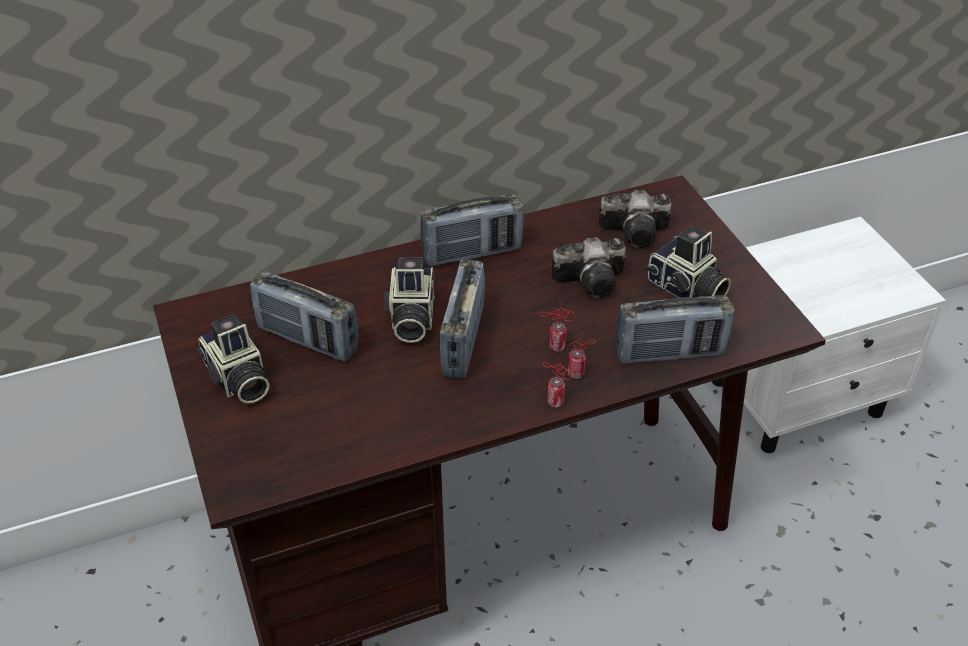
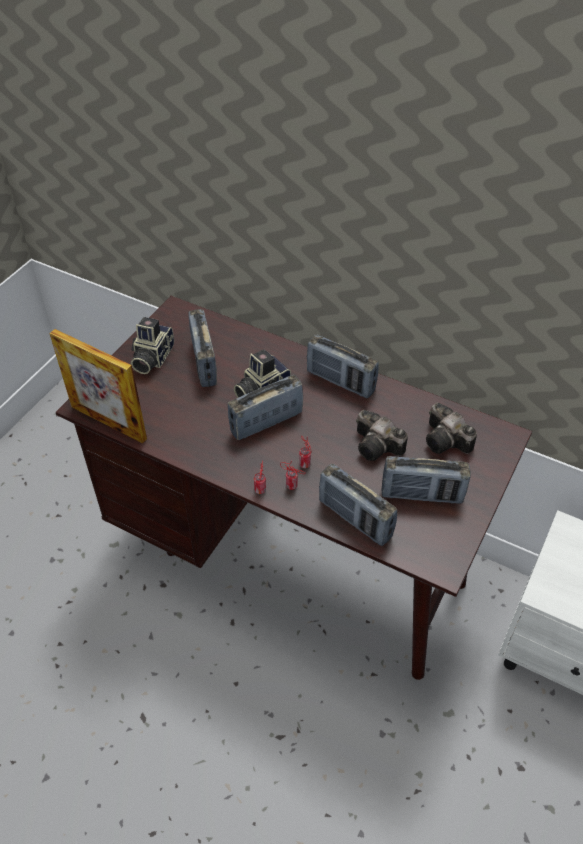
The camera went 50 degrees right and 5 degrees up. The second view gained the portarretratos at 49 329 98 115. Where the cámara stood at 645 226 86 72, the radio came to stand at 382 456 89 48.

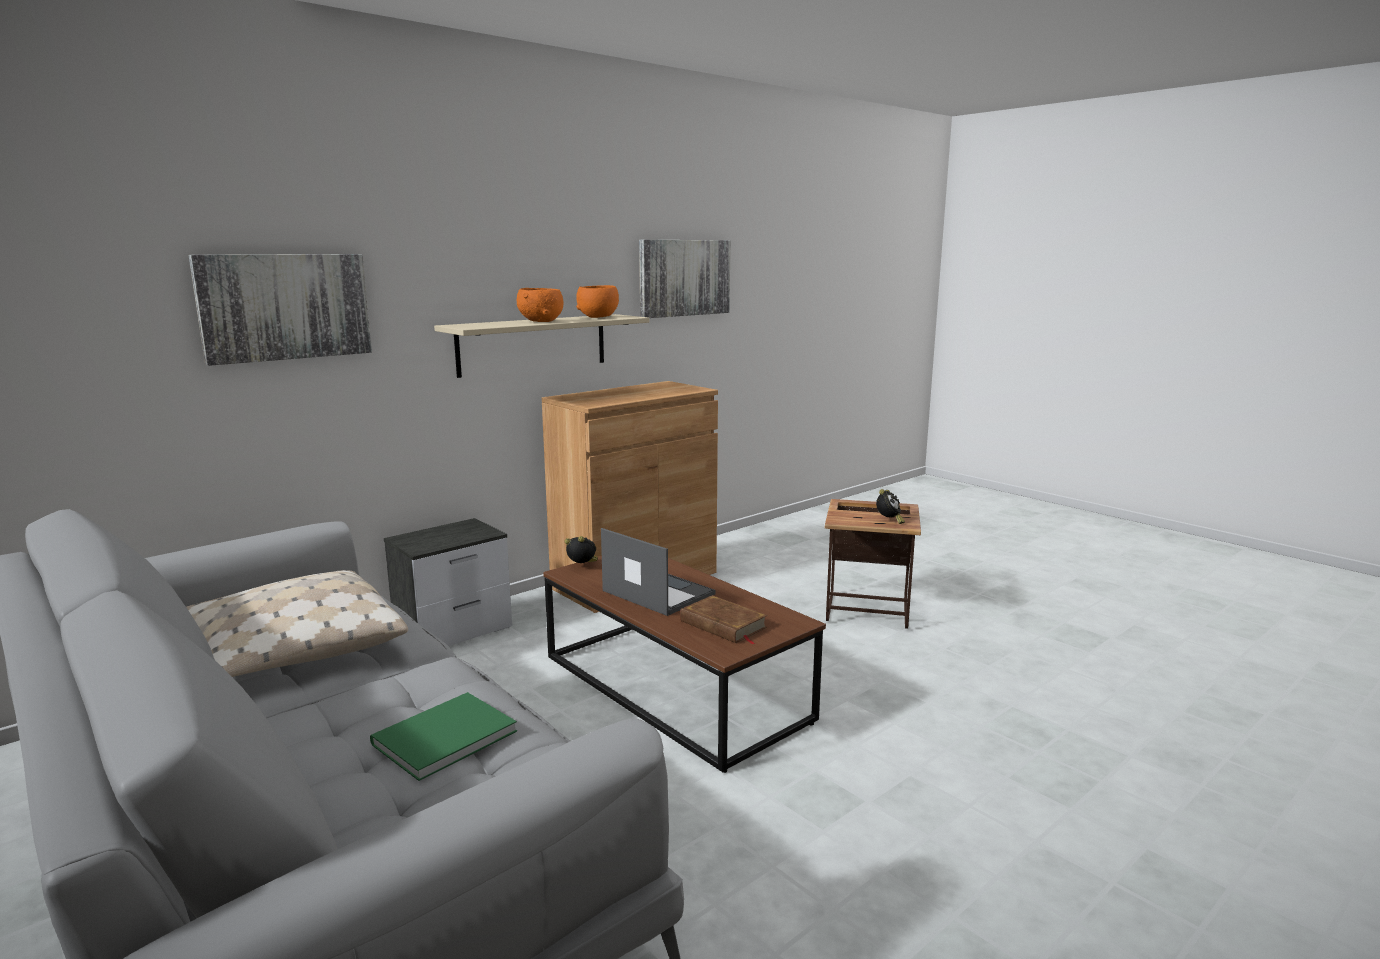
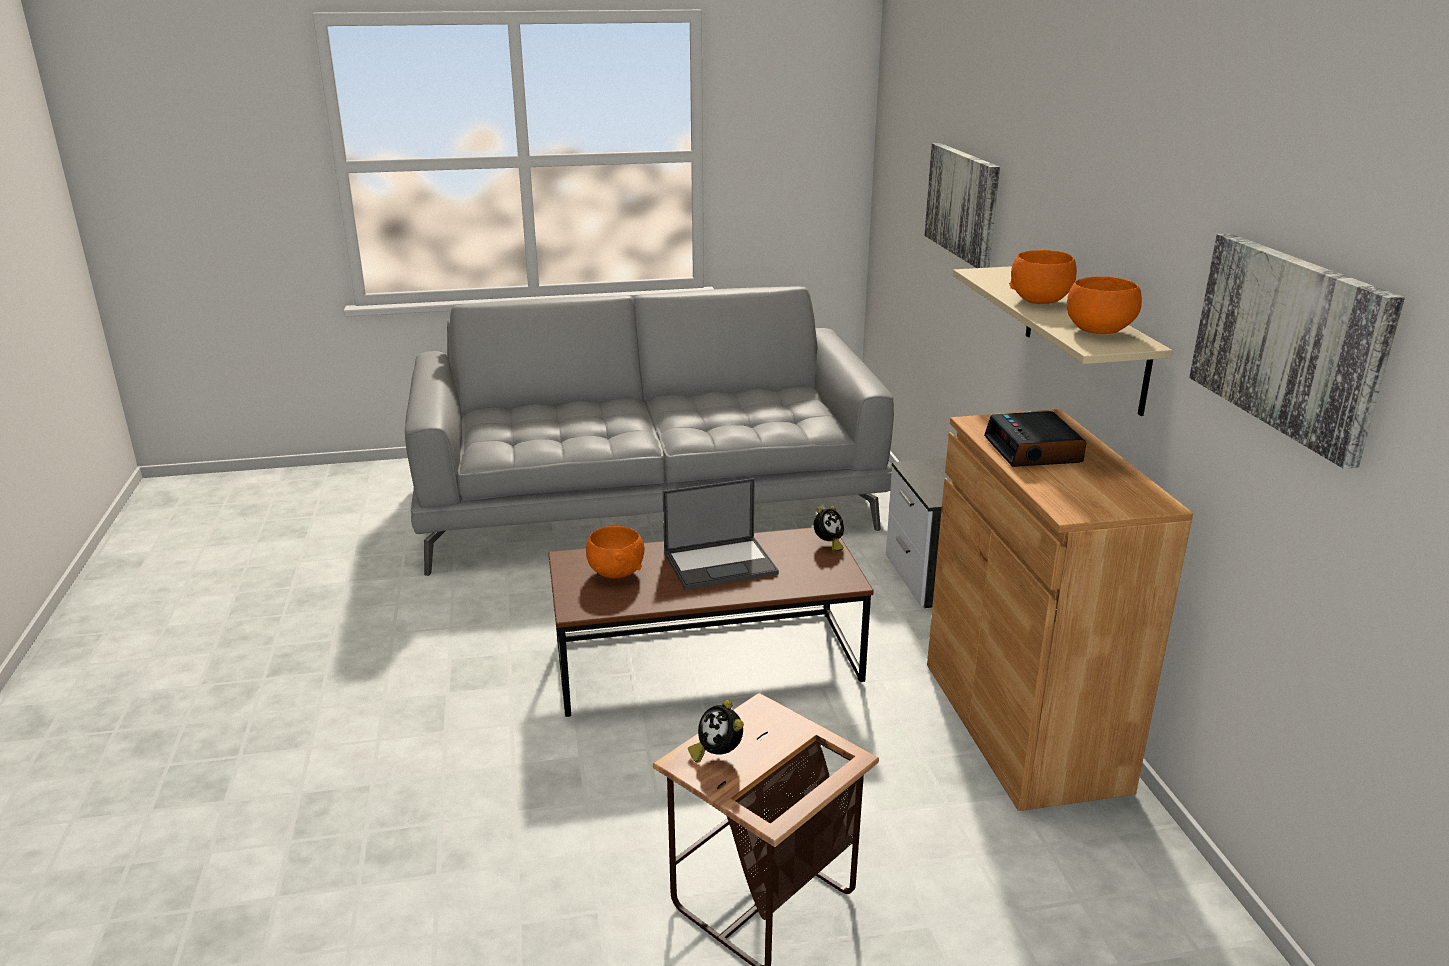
The camera went 120 degrees right and 10 degrees up. The second view lost the cojín/beis at 186 570 222 107. The second view lost the libro/verde at 370 692 147 89. The second view gained the despertador at 984 411 102 56. Where the libro/marrón stood at 680 595 88 49, the cuenco/naranja came to stand at 586 526 59 53.

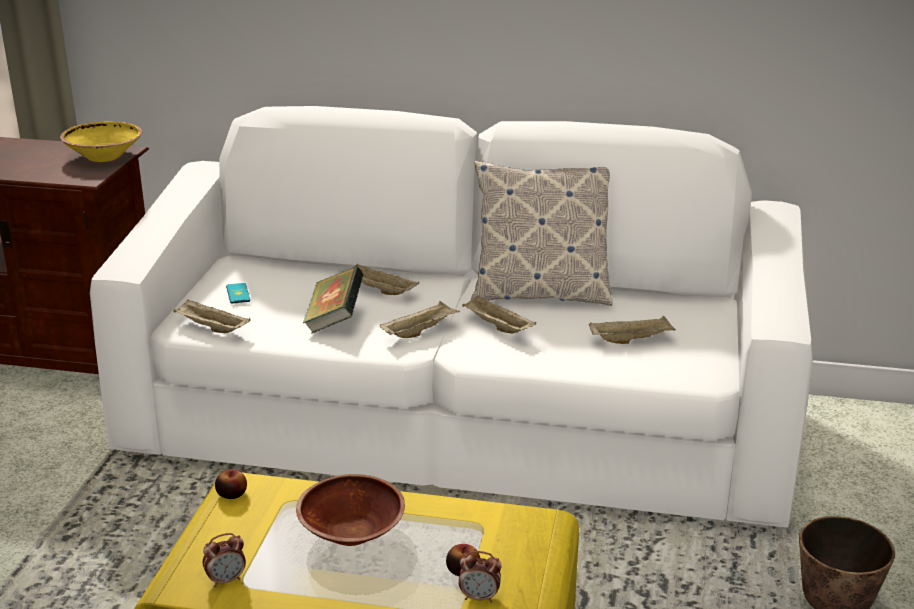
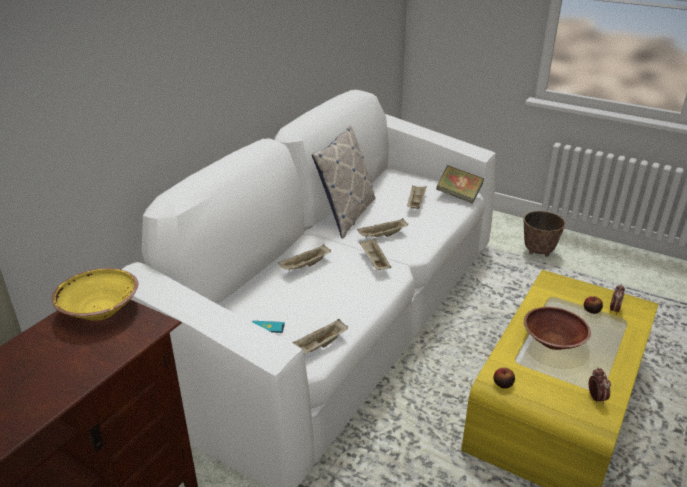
The camera went 70 degrees left and 5 degrees up. The libro ended up elsewhere, having gone from 303 267 60 67 to 436 165 48 39.

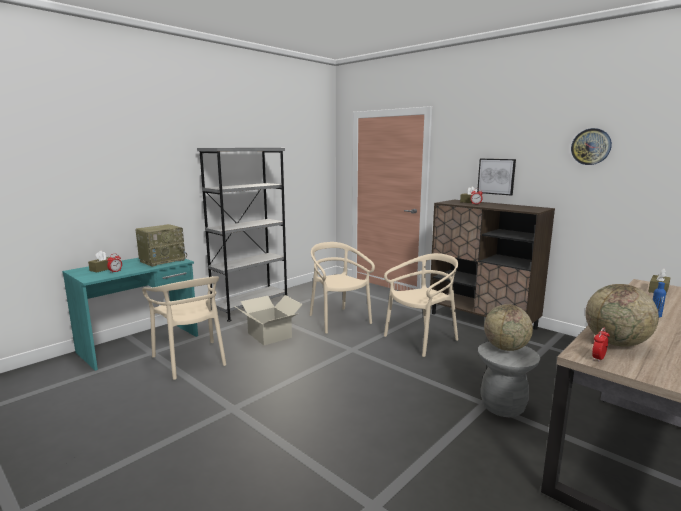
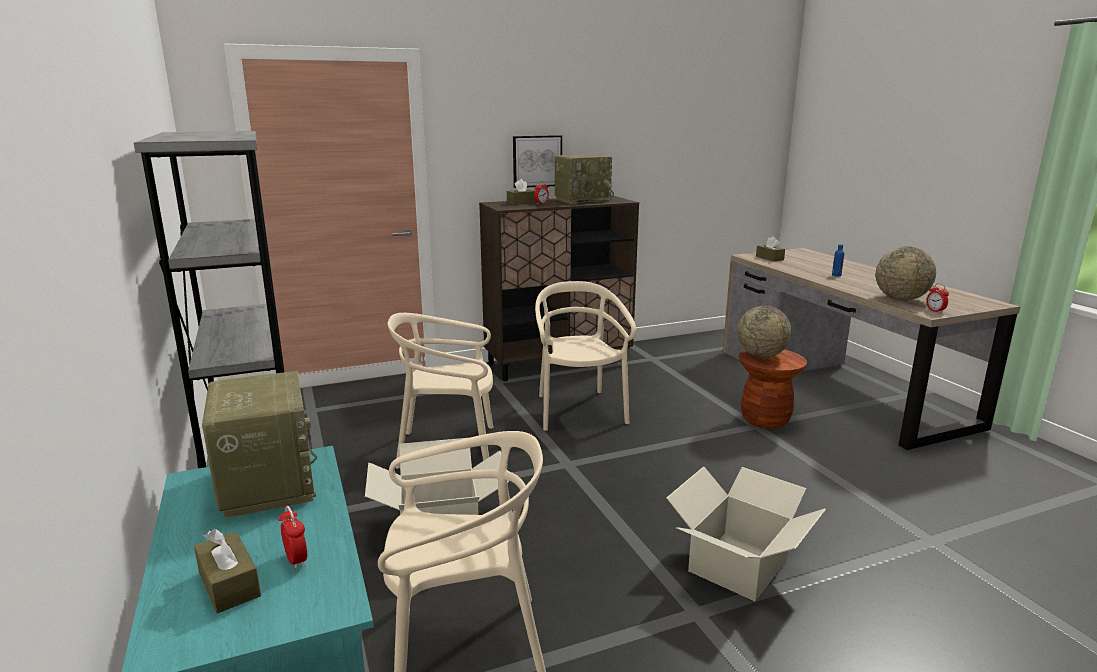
The camera went 65 degrees left and 5 degrees up. The second view lost the reloj de pared at 571 128 41 37. The second view gained the radio at 555 154 59 50. The second view gained the caja de cartón at 666 466 160 135. What was the taburete/gris at 478 341 62 76 turned into the taburete/marrón at 738 350 69 79.

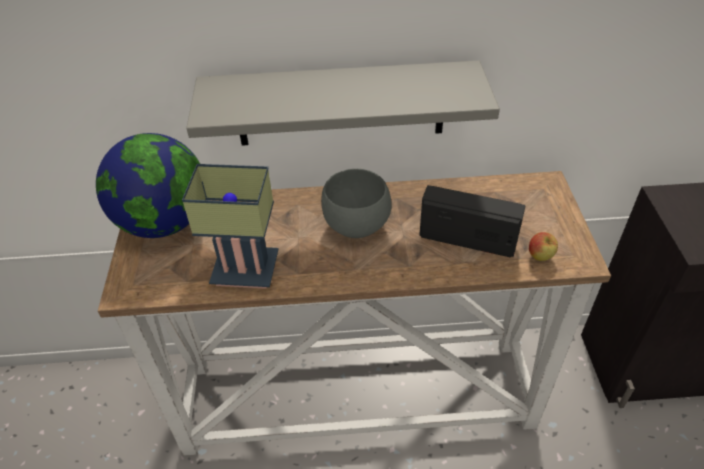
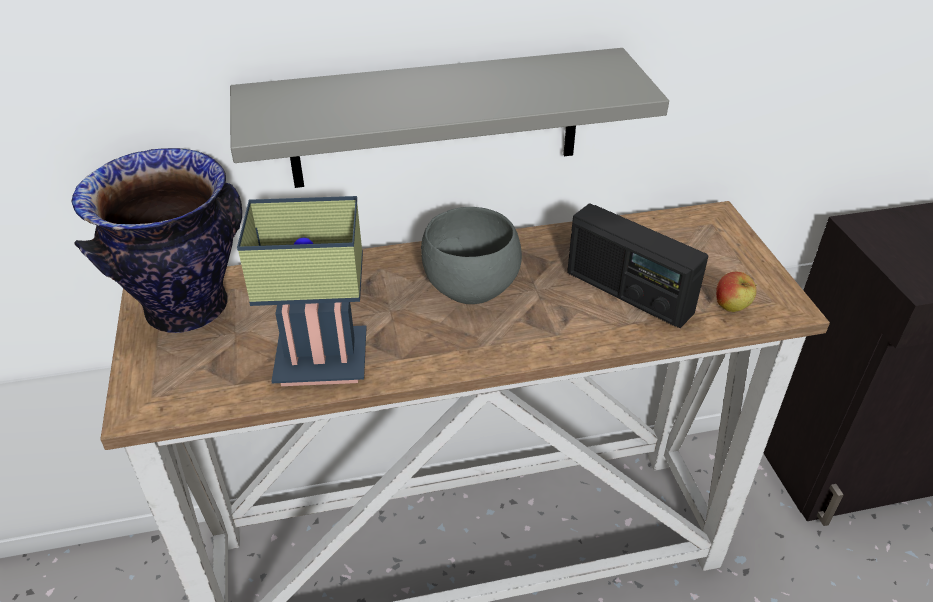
The camera went 10 degrees left and 5 degrees down. Where the globo terráqueo stood at 96 133 104 105, the florero came to stand at 72 148 170 185. The radio at 419 185 106 73 ended up facing another way, 150 degrees counterclockwise from before.

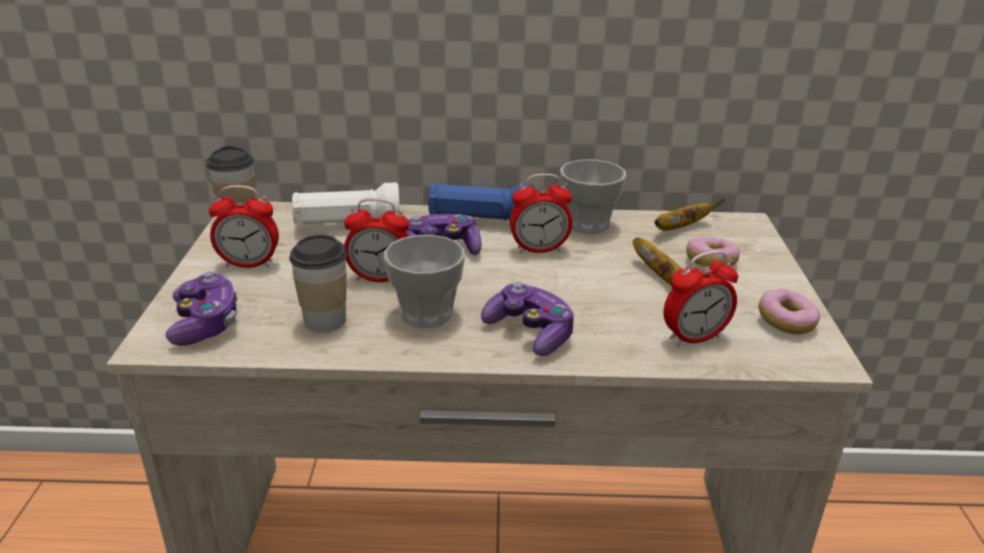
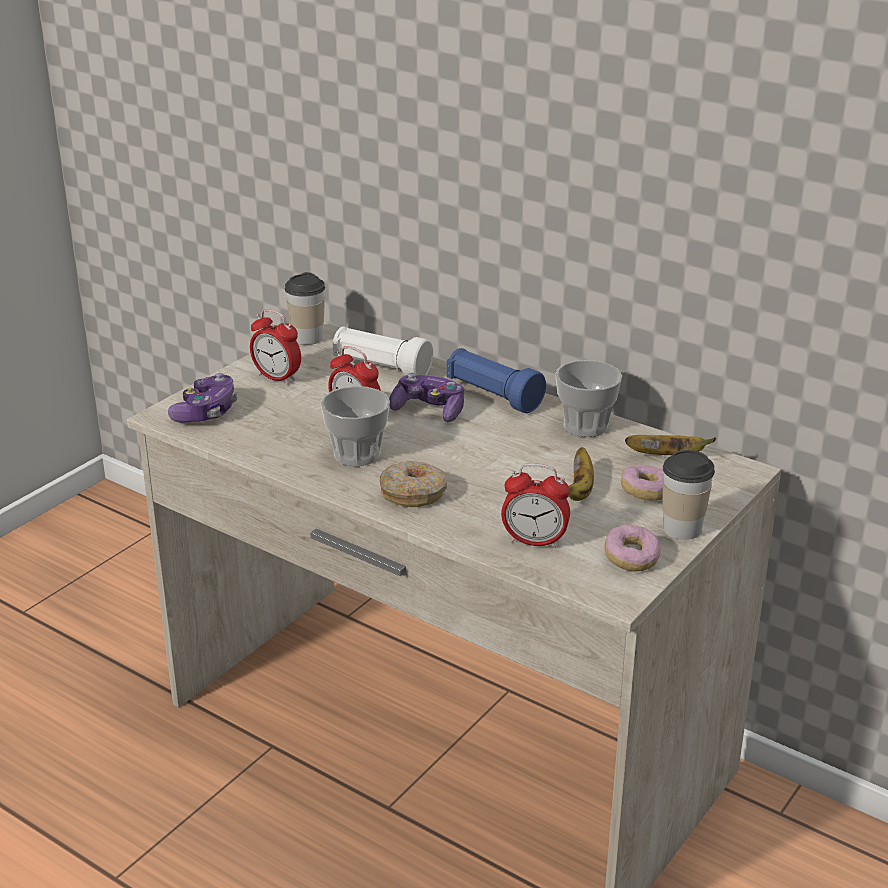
The camera went 35 degrees right and 0 degrees up. The second view lost the despertador at 510 174 62 80. The taza ended up elsewhere, having gone from 289 235 58 98 to 663 450 52 90. Where the mando de consola stood at 481 282 93 74, the rosquilla came to stand at 380 461 68 46.

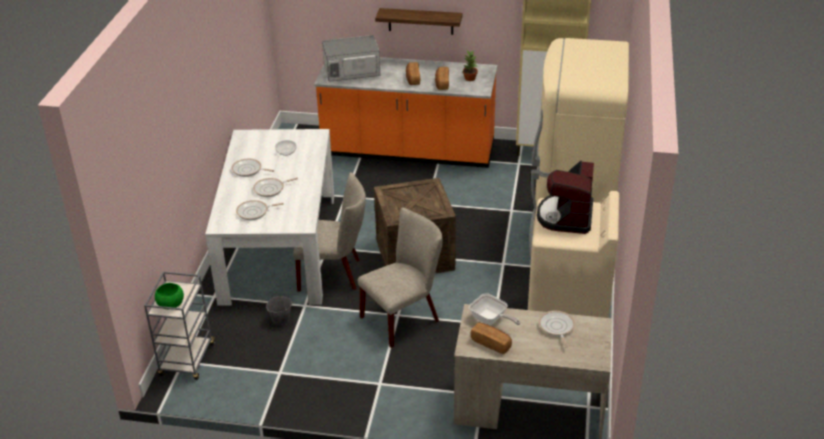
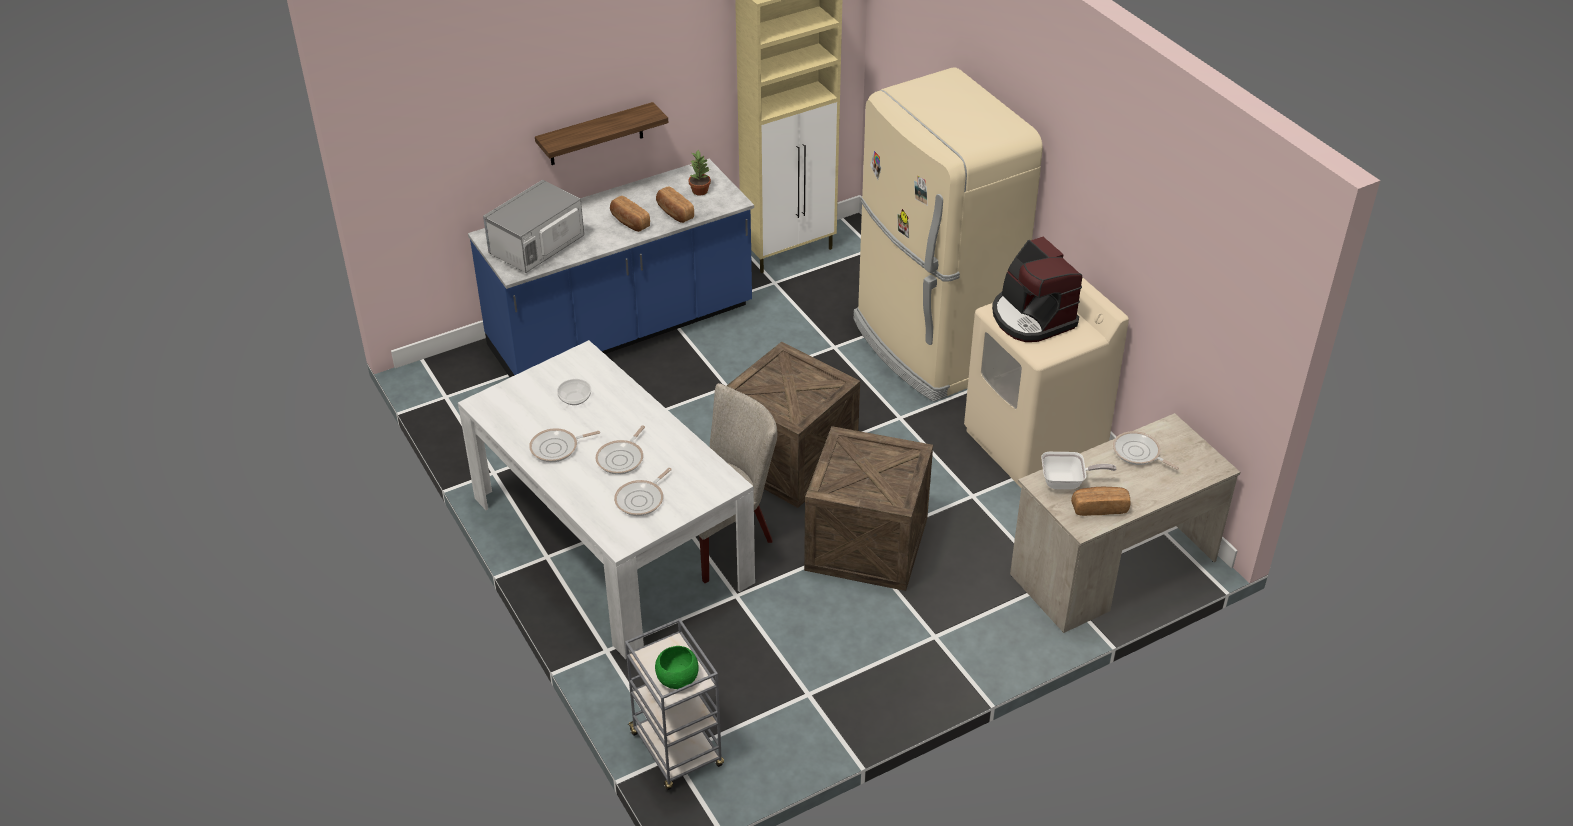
The camera went 40 degrees left and 5 degrees up. The second view lost the cubo/gris at 266 293 26 32. Where the silla/beis stood at 358 207 85 141, the caja de embalaje came to stand at 804 426 129 165. What was the mueble bajo de cocina/naranja at 314 57 183 111 turned into the mueble bajo de cocina/azul at 468 159 286 218.

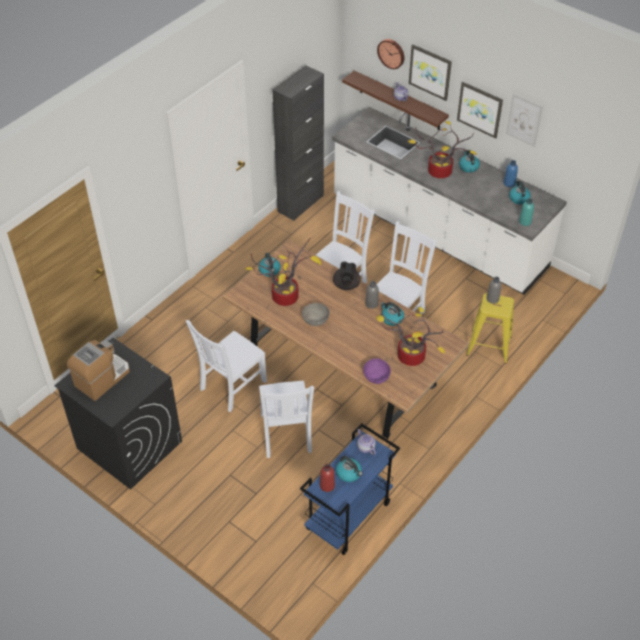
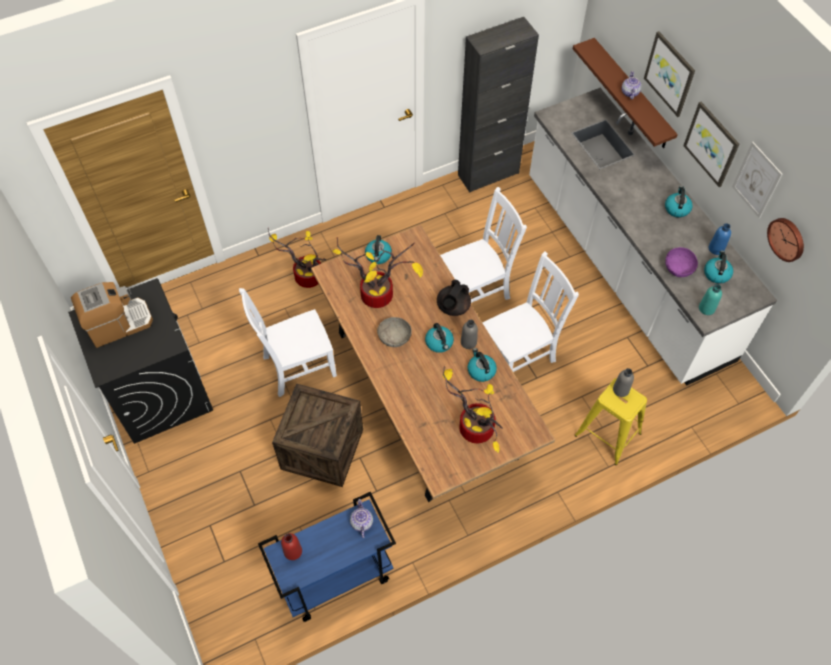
The camera went 25 degrees right and 10 degrees up. The hervidor ended up elsewhere, having gone from 336 456 27 26 to 425 323 29 30. The cuenco/morado ended up elsewhere, having gone from 363 358 28 26 to 665 247 33 30. The reloj de pared ended up elsewhere, having gone from 377 39 27 30 to 767 218 37 44. The planta en maceta ended up elsewhere, having gone from 408 121 69 57 to 268 229 58 59. Where the silla/blanco stood at 259 381 55 77, the caja de embalaje came to stand at 272 383 91 104.

